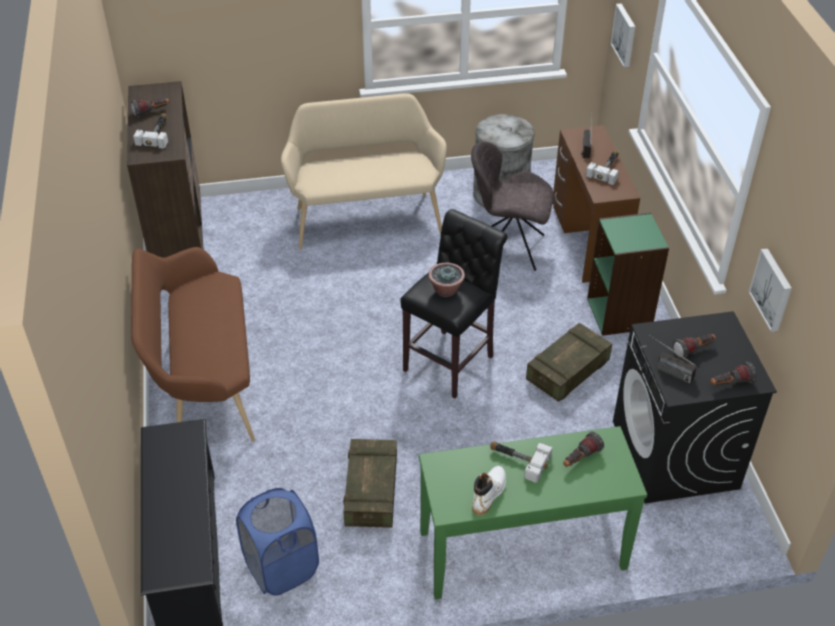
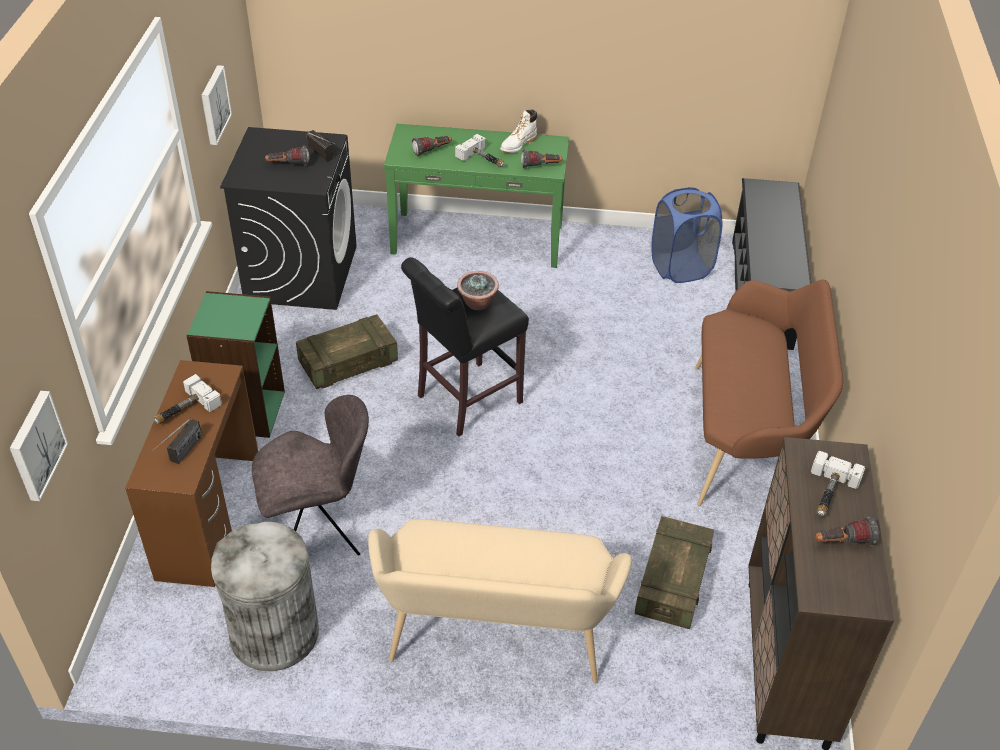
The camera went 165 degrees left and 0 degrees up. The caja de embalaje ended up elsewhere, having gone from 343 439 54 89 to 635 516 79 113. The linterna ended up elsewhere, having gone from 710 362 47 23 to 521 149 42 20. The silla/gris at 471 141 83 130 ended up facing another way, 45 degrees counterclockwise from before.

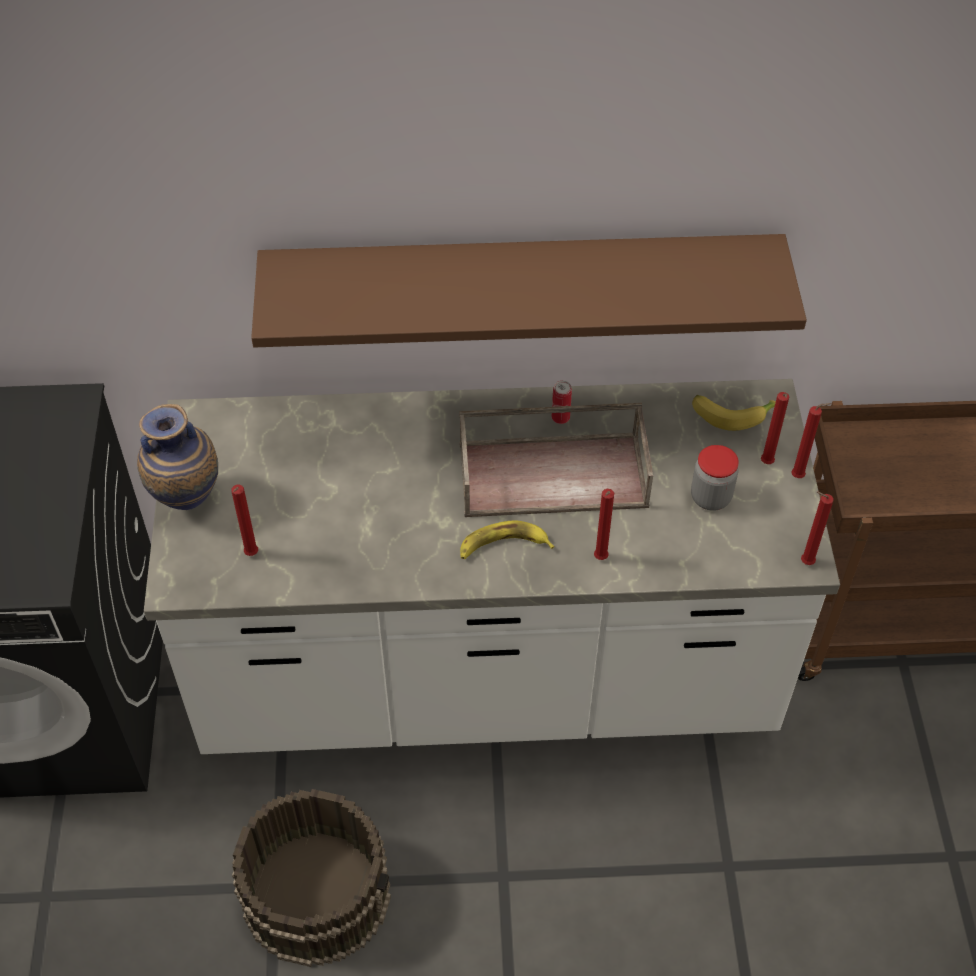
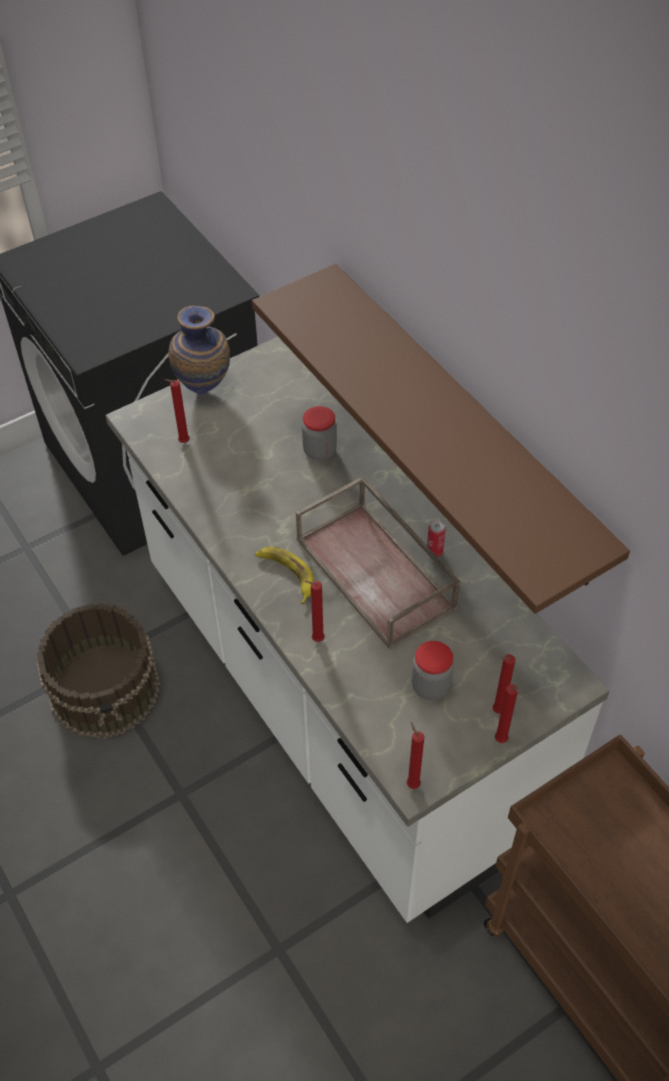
The camera went 60 degrees right and 0 degrees up. The second view lost the plátano at 692 395 84 36. The second view gained the tarro at 302 406 35 54.

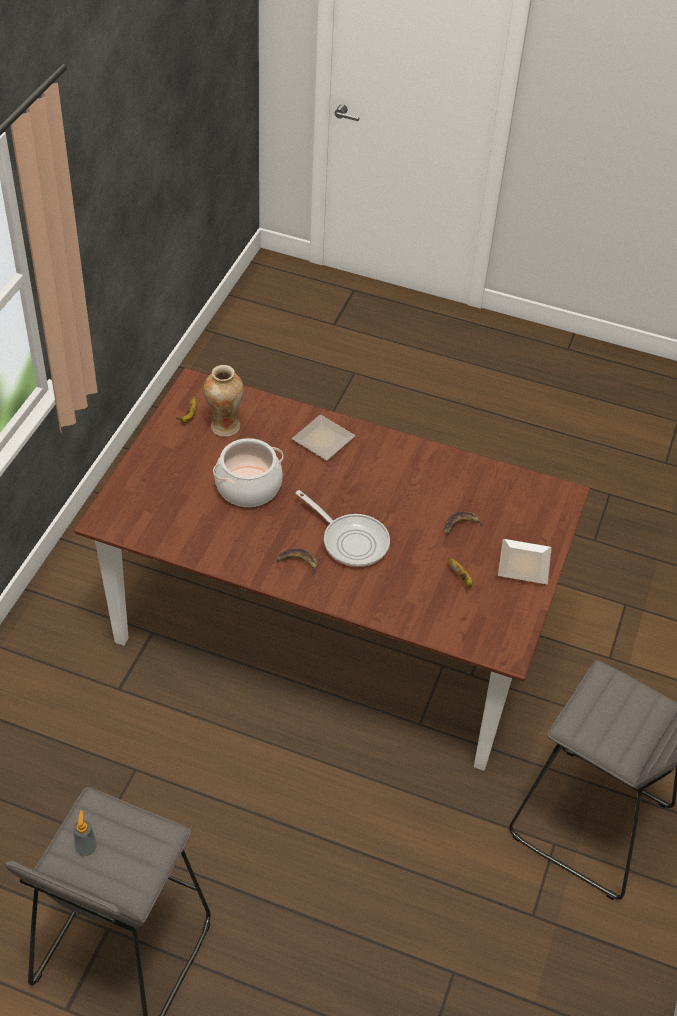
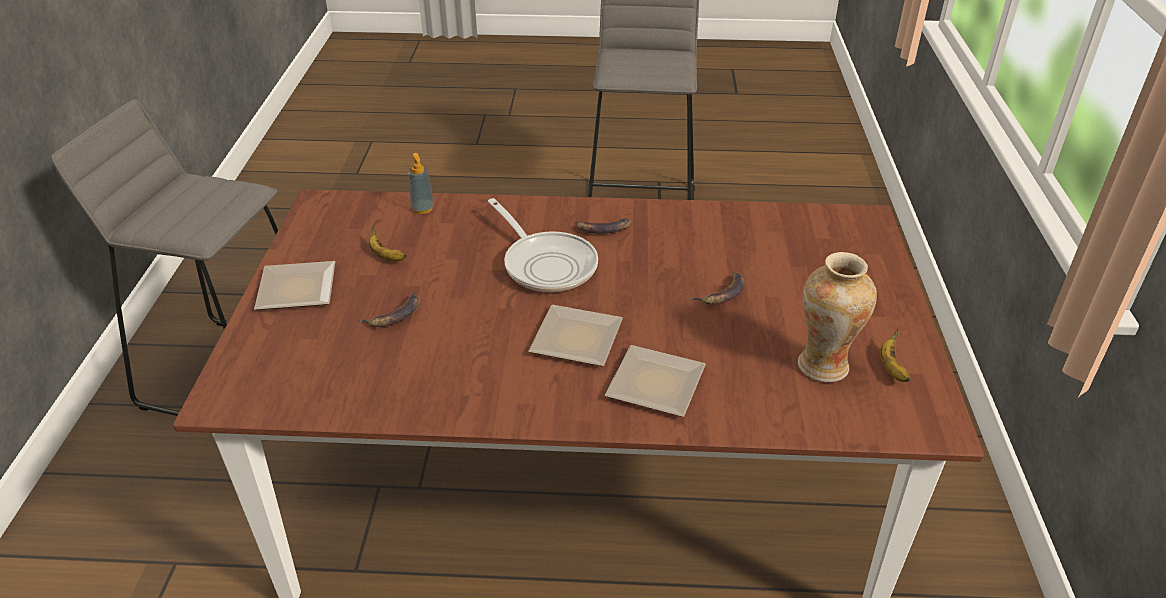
The camera went 165 degrees right and 10 degrees down. The second view gained the plato at 529 305 94 61. The dispensador de jabón ended up elsewhere, having gone from 73 811 24 45 to 408 153 26 61. Where the olla stood at 213 438 70 69, the plátano came to stand at 690 272 55 33. The sartén at 296 490 94 77 ended up facing another way, 150 degrees counterclockwise from before.

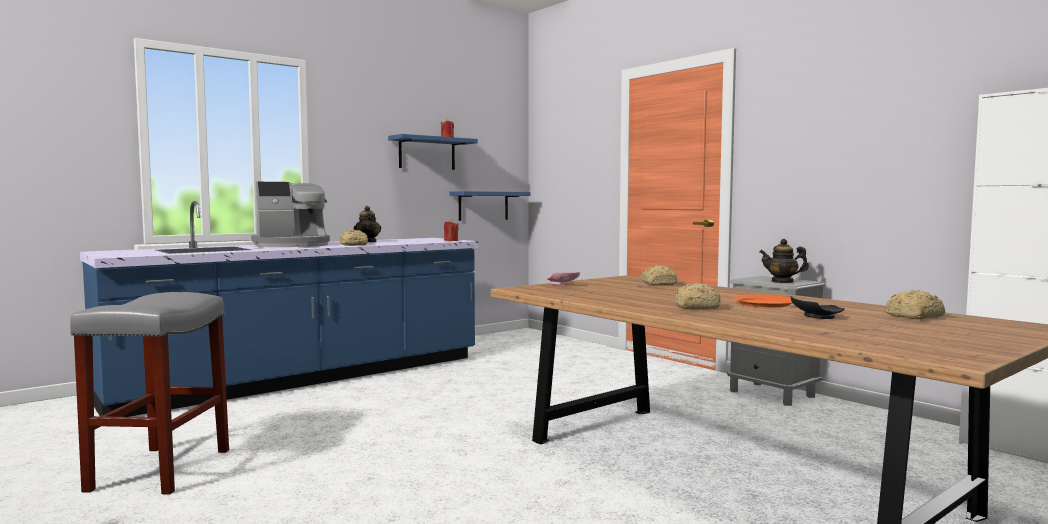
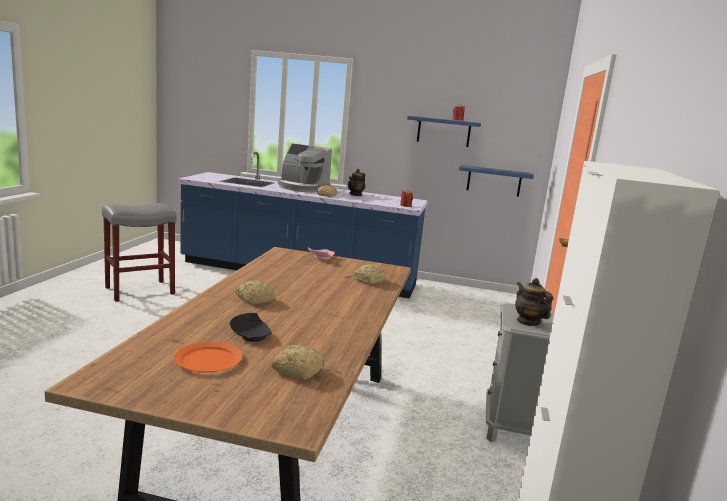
The camera went 50 degrees right and 10 degrees up. The plato/naranja ended up elsewhere, having gone from 733 295 59 12 to 174 342 68 30.

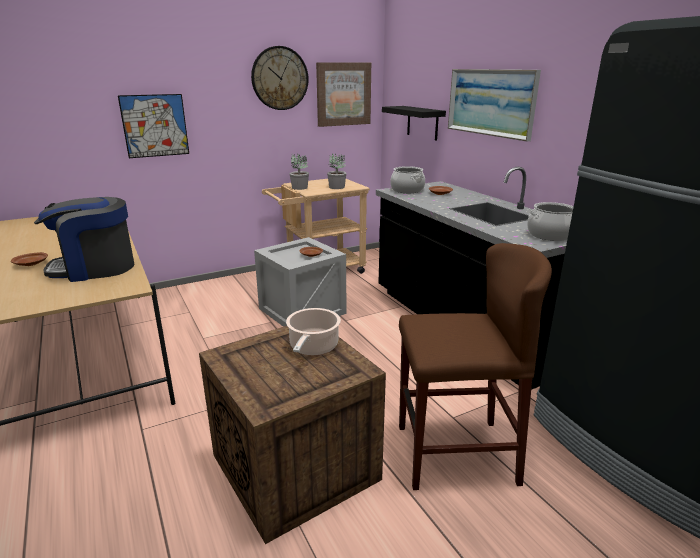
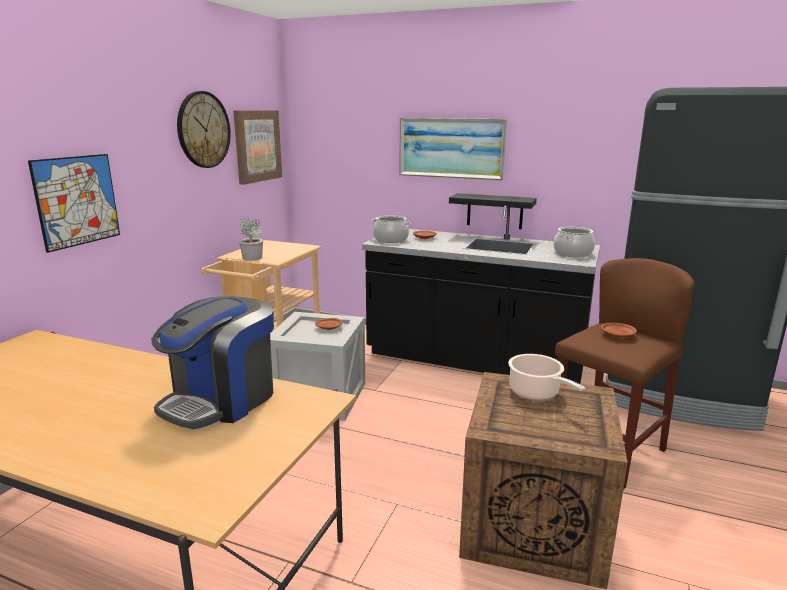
The camera went 40 degrees left and 5 degrees down. The second view lost the planta en maceta at 327 154 19 35. The plato/marrón ended up elsewhere, having gone from 11 252 37 14 to 601 323 36 15. The estante/negro ended up elsewhere, having gone from 382 106 64 35 to 449 193 88 36.

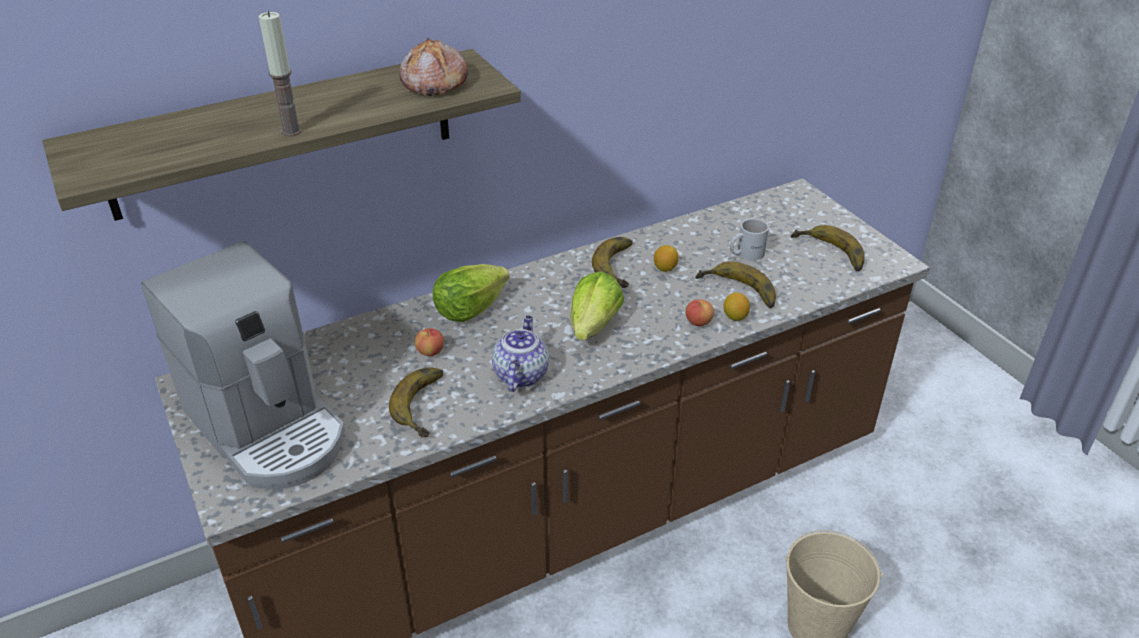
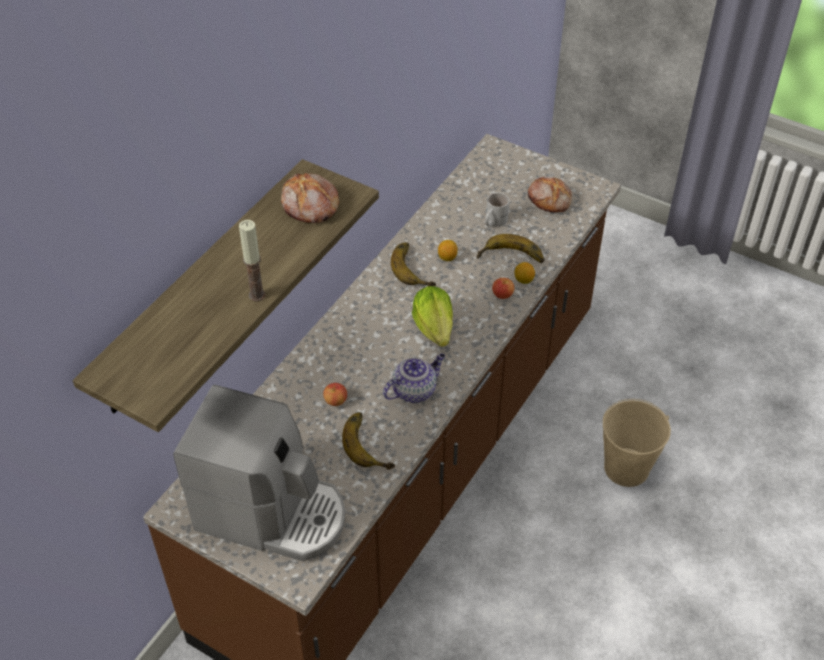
The camera went 30 degrees left and 10 degrees up. The second view lost the lechuga at 433 264 77 58. Where the plátano stood at 791 225 74 46, the pan came to stand at 528 177 44 35. The tetera at 492 316 57 76 ended up facing another way, 75 degrees clockwise from before.

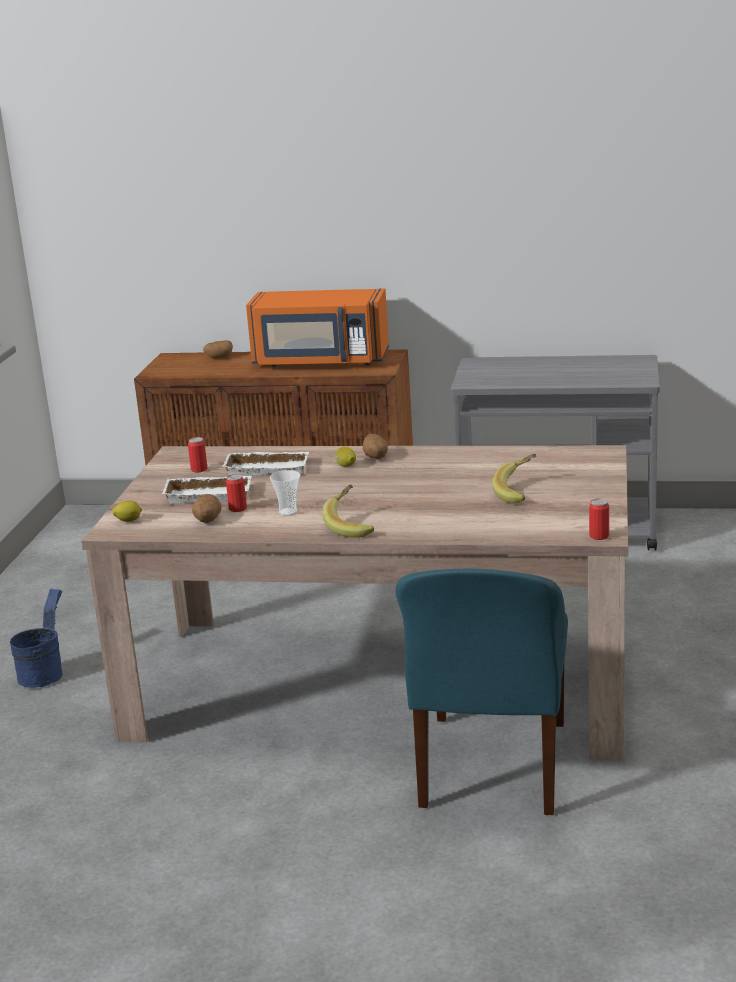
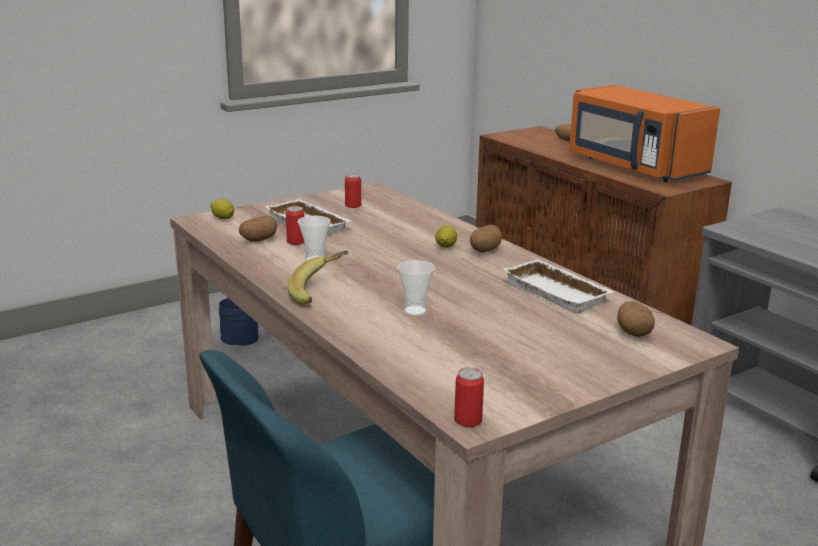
The camera went 45 degrees right and 0 degrees up. The second view lost the plátano at 492 454 44 50. The second view gained the taza at 397 260 38 56. The second view gained the patata at 617 301 38 36. The bandeja/blanco ended up elsewhere, having gone from 222 452 87 24 to 503 259 111 55.

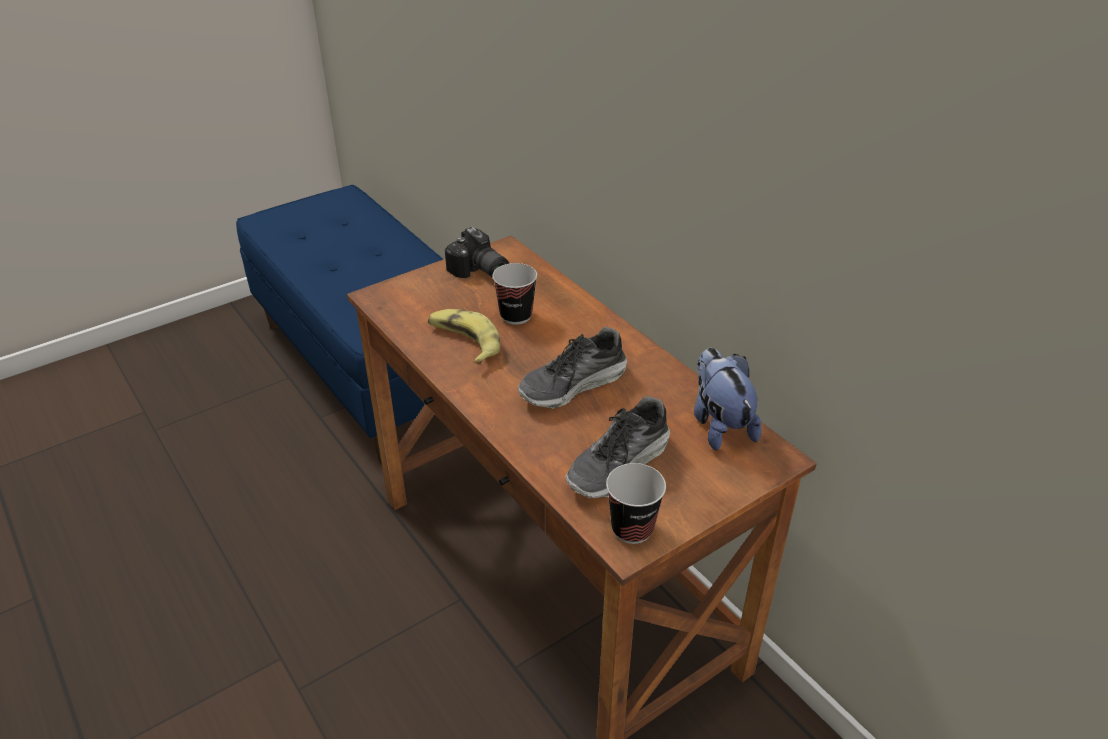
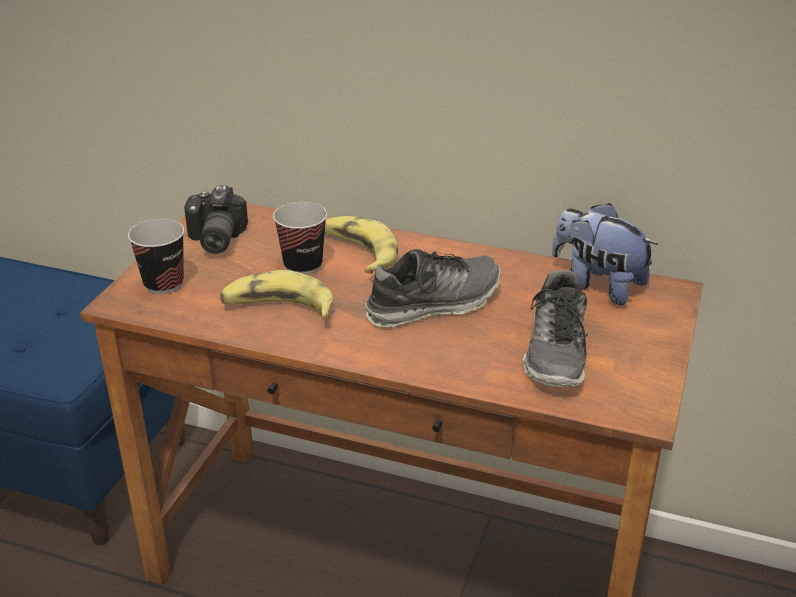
The camera went 35 degrees left and 5 degrees down. The second view gained the plátano at 325 216 73 58. The taza ended up elsewhere, having gone from 606 463 60 81 to 128 219 56 75. The cámara at 445 227 65 51 ended up facing another way, 75 degrees clockwise from before. The zapato at 518 327 109 82 ended up facing another way, 135 degrees counterclockwise from before.

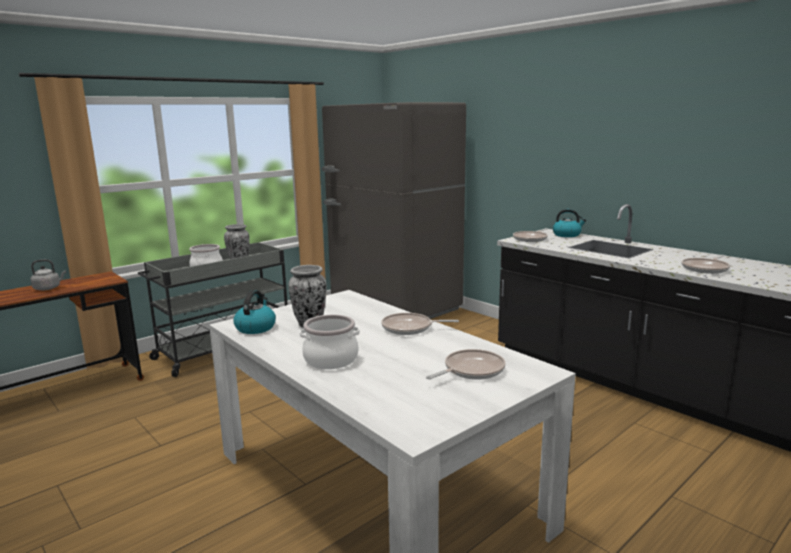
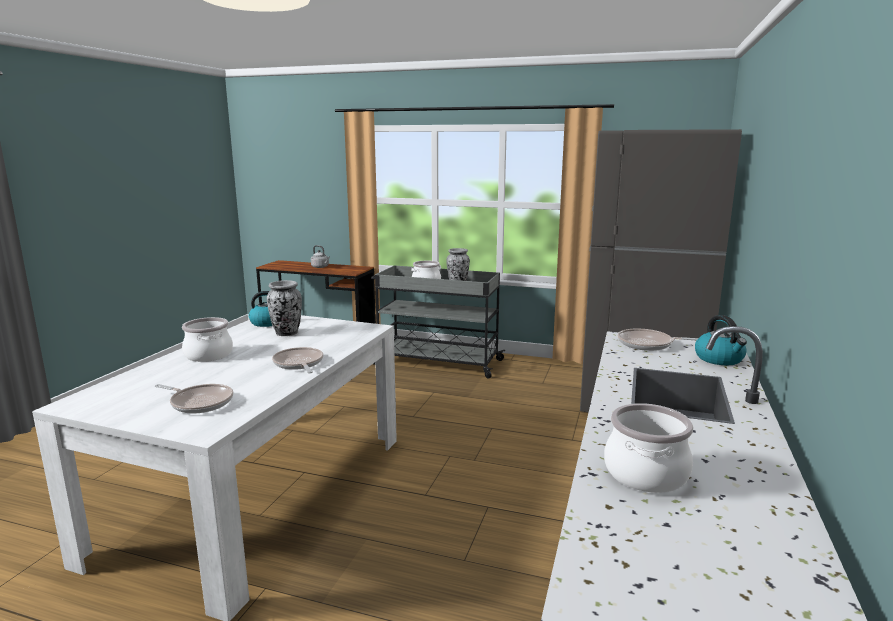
The camera went 60 degrees right and 0 degrees up. Where the sartén stood at 682 255 48 19, the olla came to stand at 604 403 89 90.

